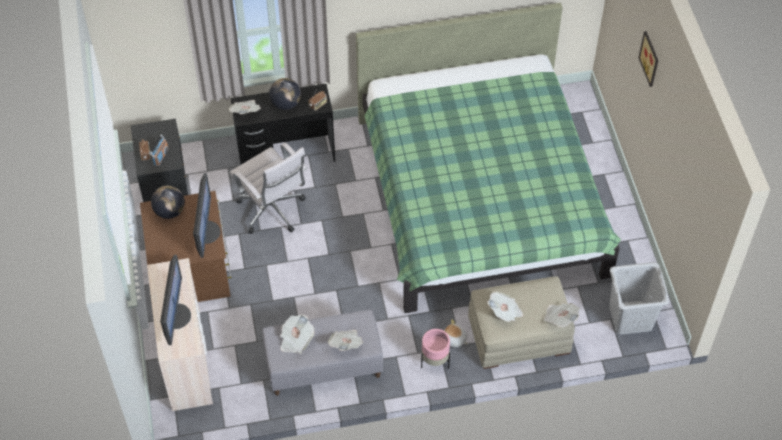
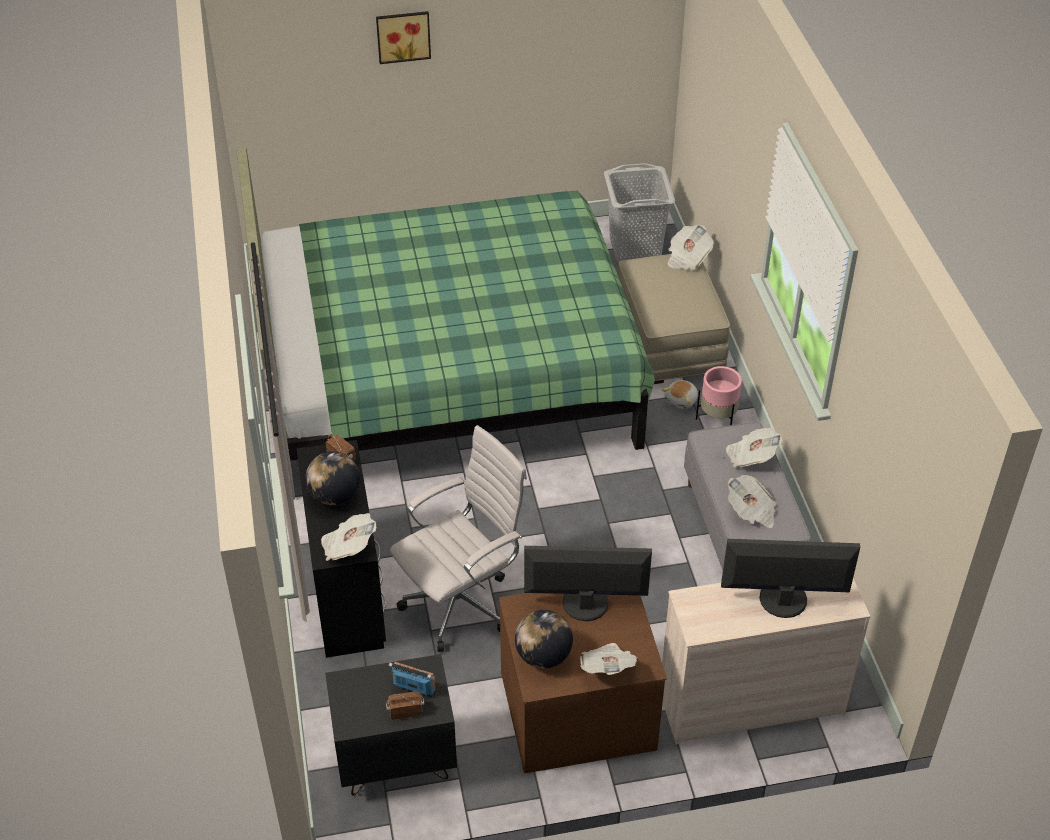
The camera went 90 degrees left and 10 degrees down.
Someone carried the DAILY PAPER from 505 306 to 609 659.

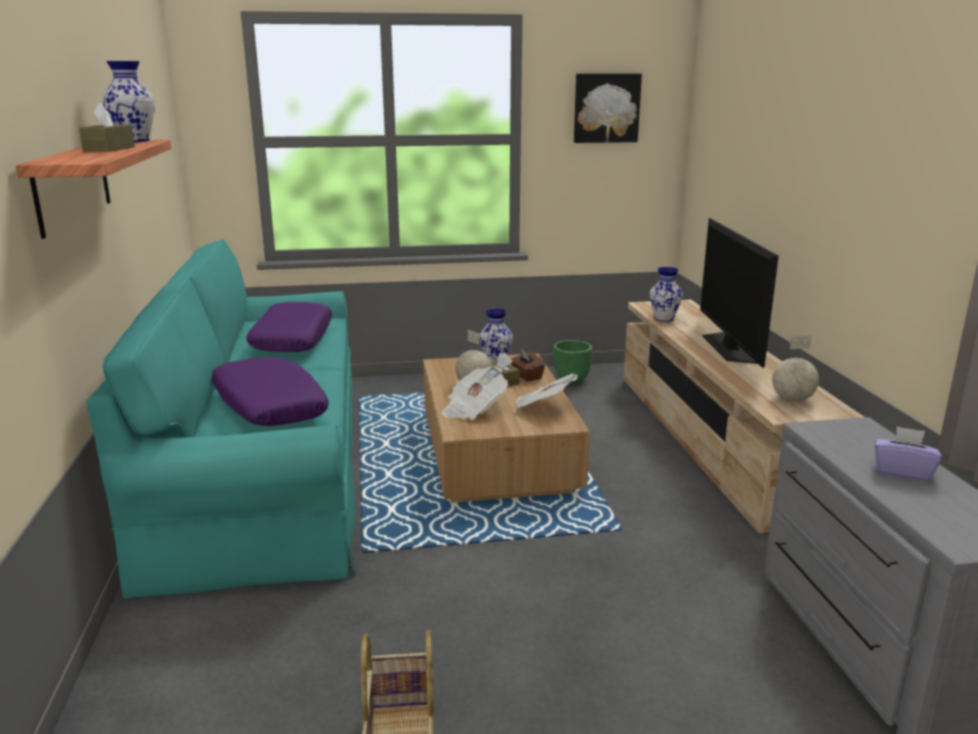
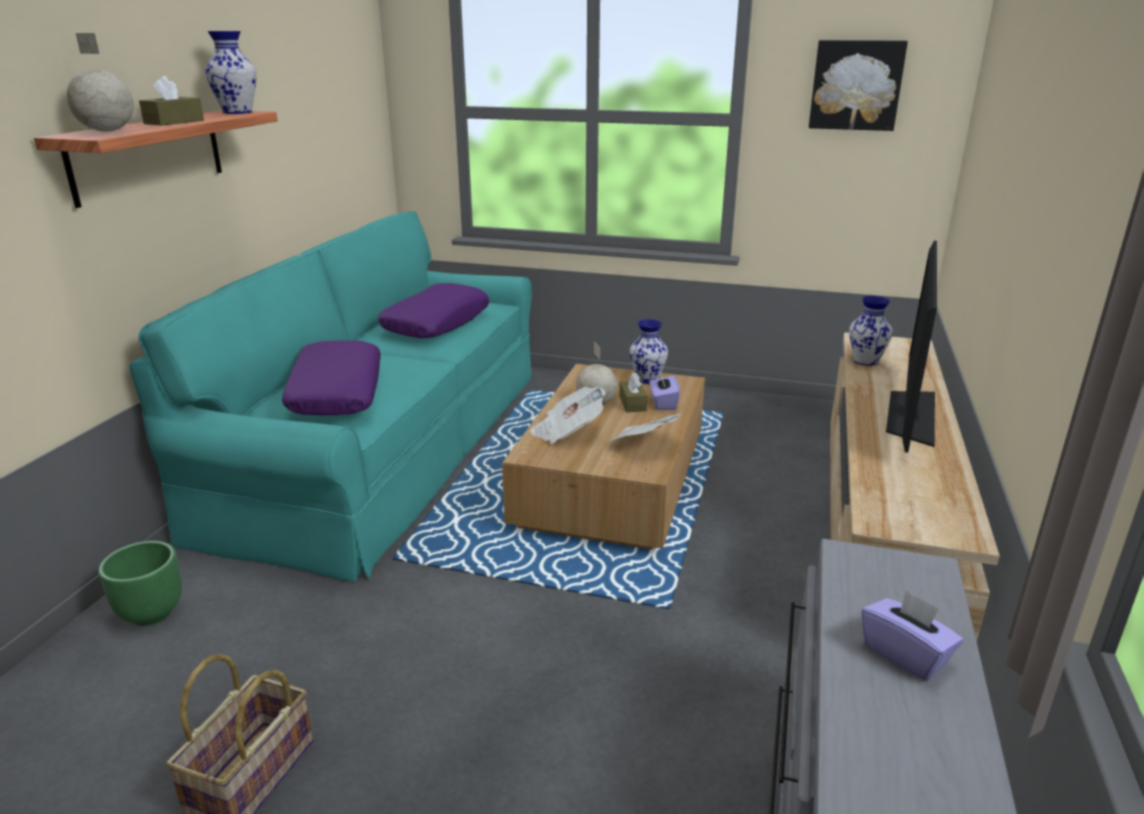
The camera went 25 degrees right and 5 degrees up.
Someone carried the WORLD GLOBE from 795 369 to 100 82.
Someone carried the GREEN-COLOURED FLOWER POT from 572 362 to 140 583.
Someone repainted the BROWNISH TISSUE BOX at 528 365, which became the PURPLE-COLOURED TISSUE BOX at 665 390.

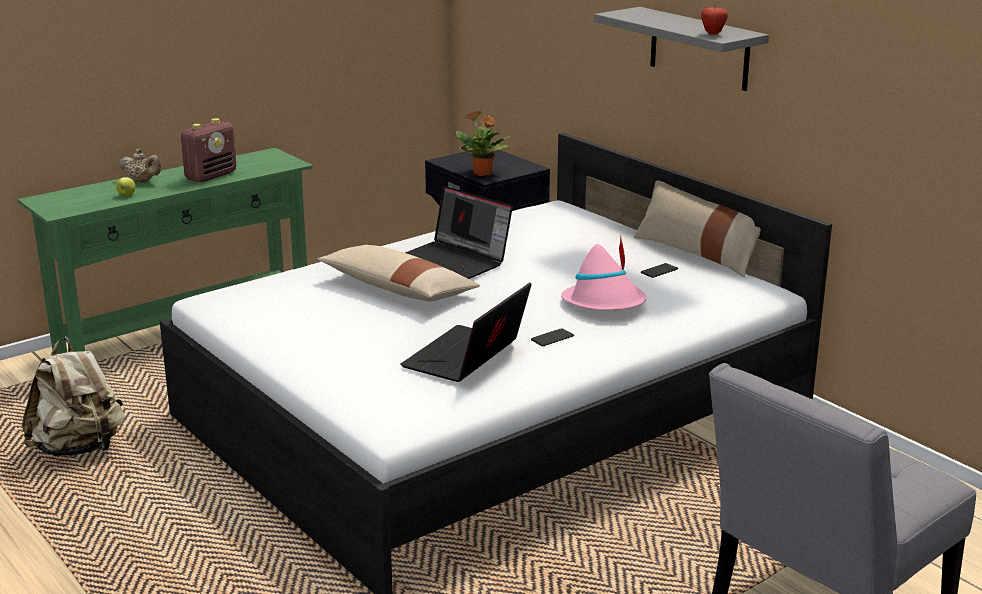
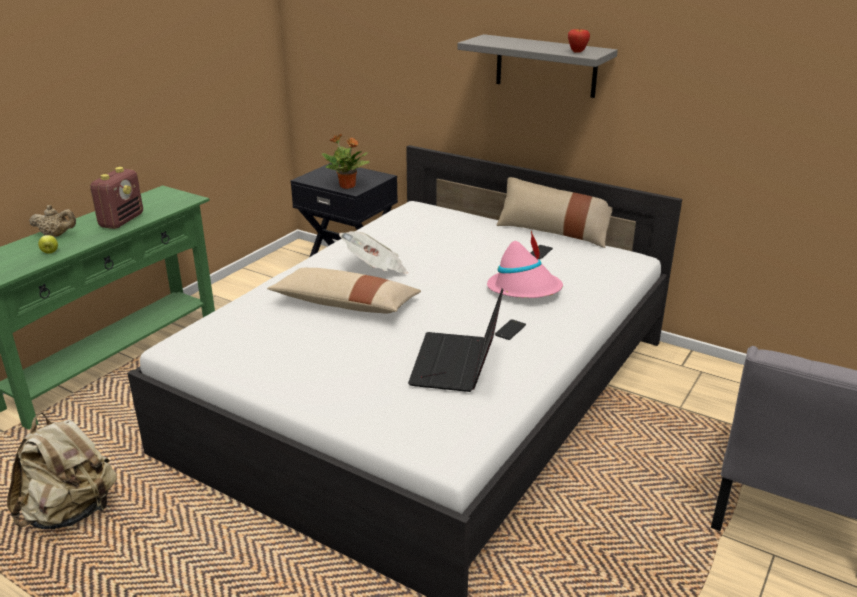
The camera went 20 degrees left and 5 degrees up.
Someone swapped the NOTEBOOK COMPUTER at 459 232 for the DAILY PAPER at 373 252.

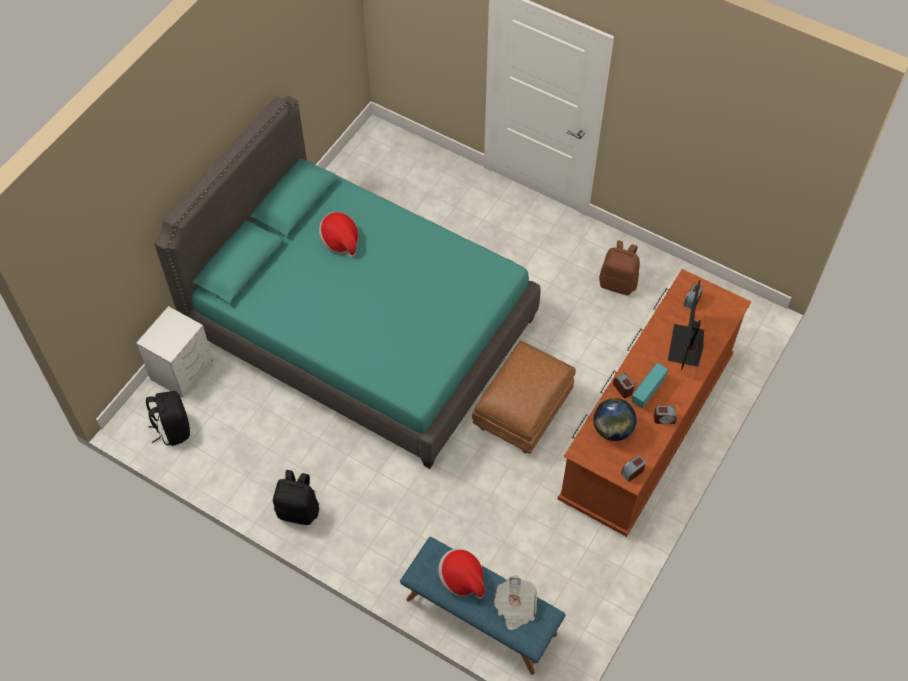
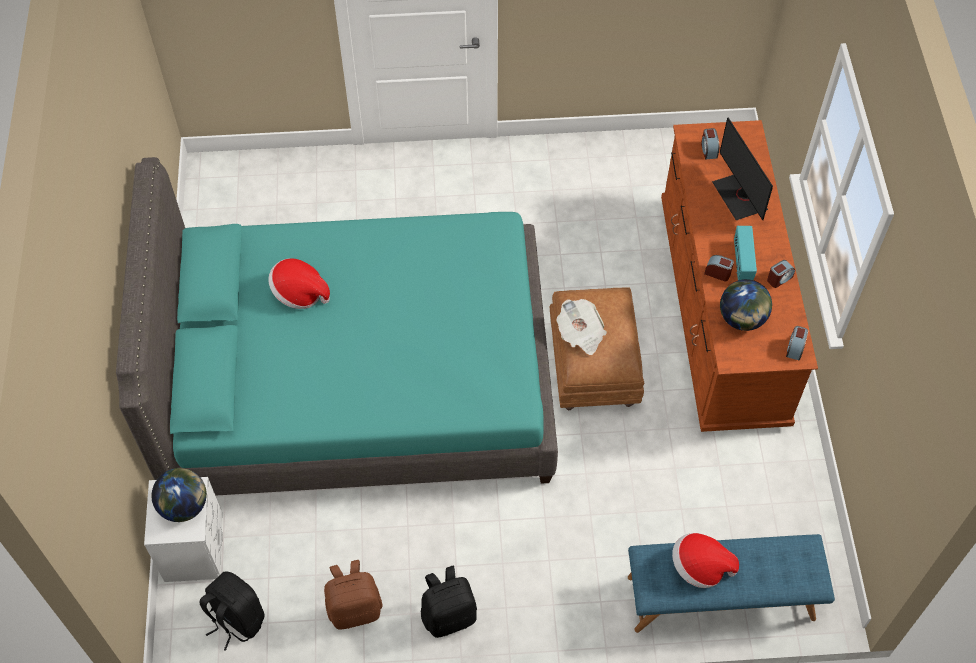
The camera went 35 degrees left and 0 degrees up.
Someone put down the WORLD GLOBE at 179 495.
Someone carried the BROWNISH KNAPSACK from 619 267 to 353 595.
Someone carried the DAILY PAPER from 516 602 to 581 327.

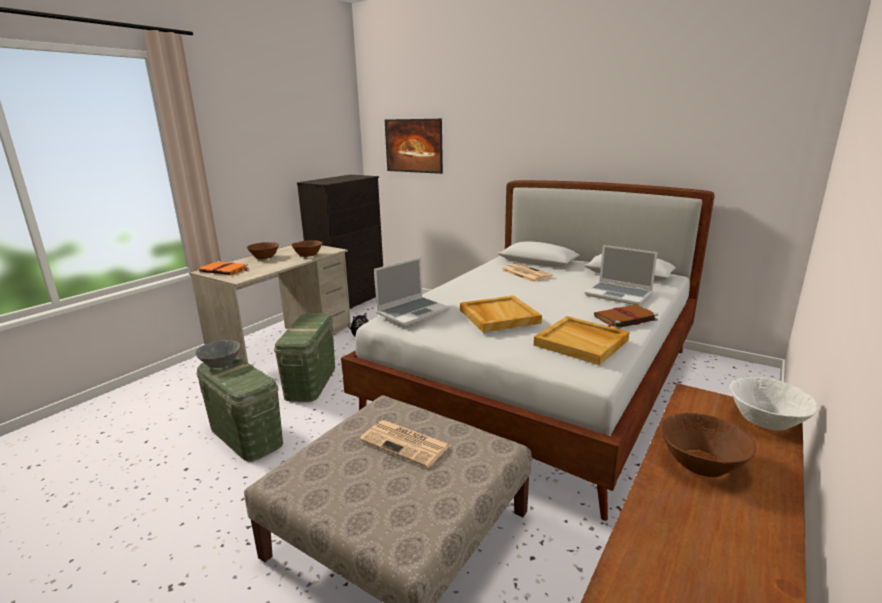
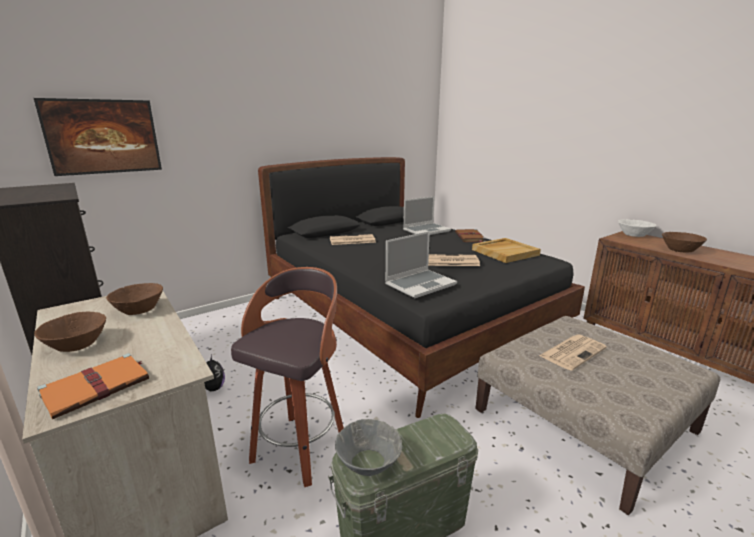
The camera went 70 degrees left and 0 degrees up.
Someone swapped the GREEN-COLOURED STORAGE BIN at 304 357 for the STOOL at 287 377.
Someone repainted the WHITE-COLOURED SLEEPING BED at 528 350, which became the BLACKISH SLEEPING BED at 421 287.
Someone rotated the NOTEBOOK COMPUTER at 412 291 by 75 degrees clockwise.
Someone swapped the BEIGE SERVING TRAY at 501 314 for the DAILY PAPER at 454 260.

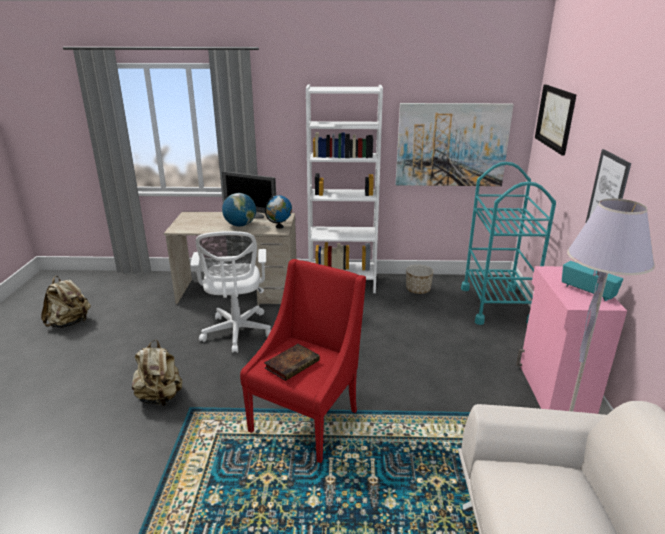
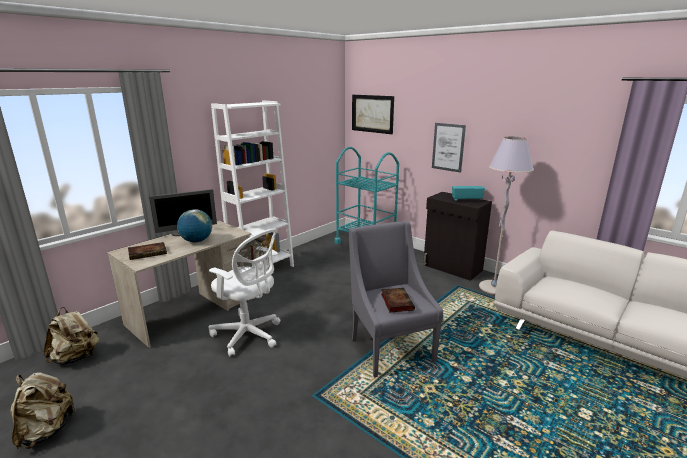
The camera went 50 degrees left and 5 degrees down.
Someone carried the BEIGE KNAPSACK from 157 373 to 71 336.
Someone put down the BOOK at 147 251.
Someone repainted the REDDISH LOUNGE CHAIR at 303 361, which became the GREY LOUNGE CHAIR at 396 299.
Someone repainted the PINK-COLOURED CUPBOARD at 571 340, which became the BLACKISH CUPBOARD at 457 236.
Someone took away the WORLD GLOBE at 278 212.
Someone took away the WALL ART at 455 144.
Someone took away the FLOWER POT at 419 279.

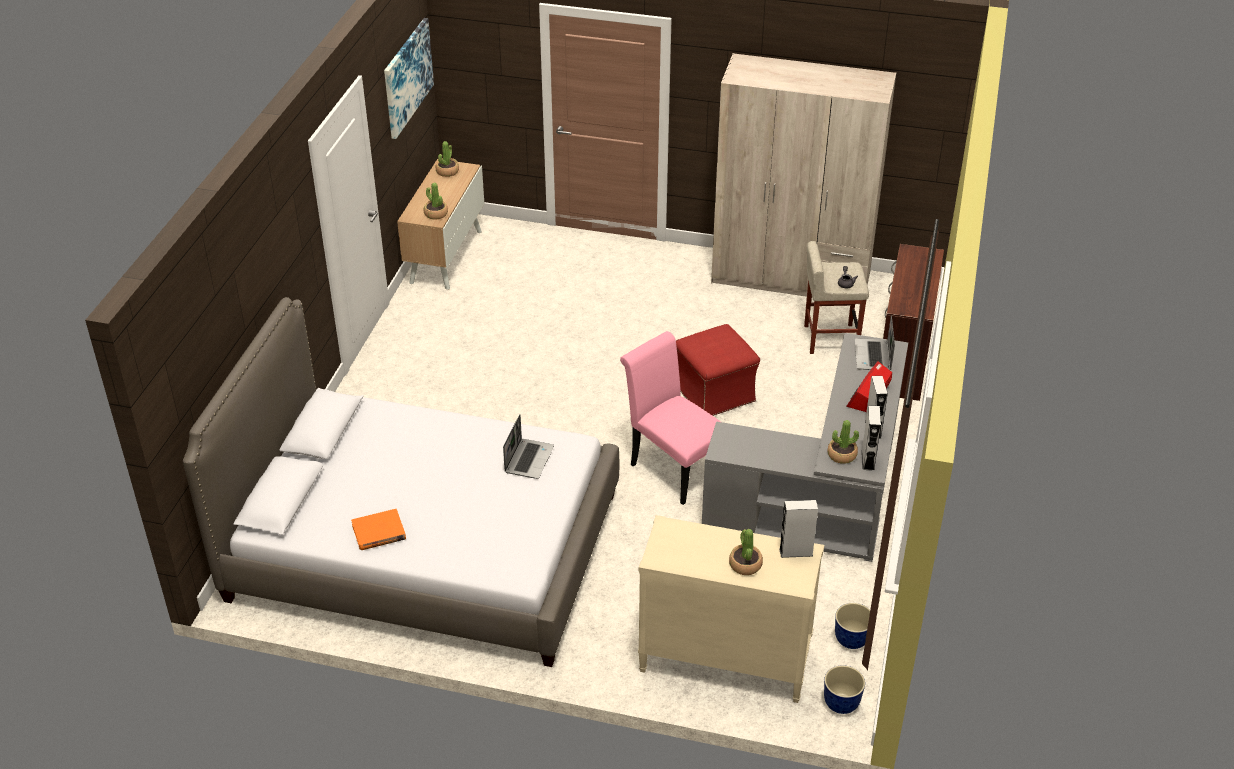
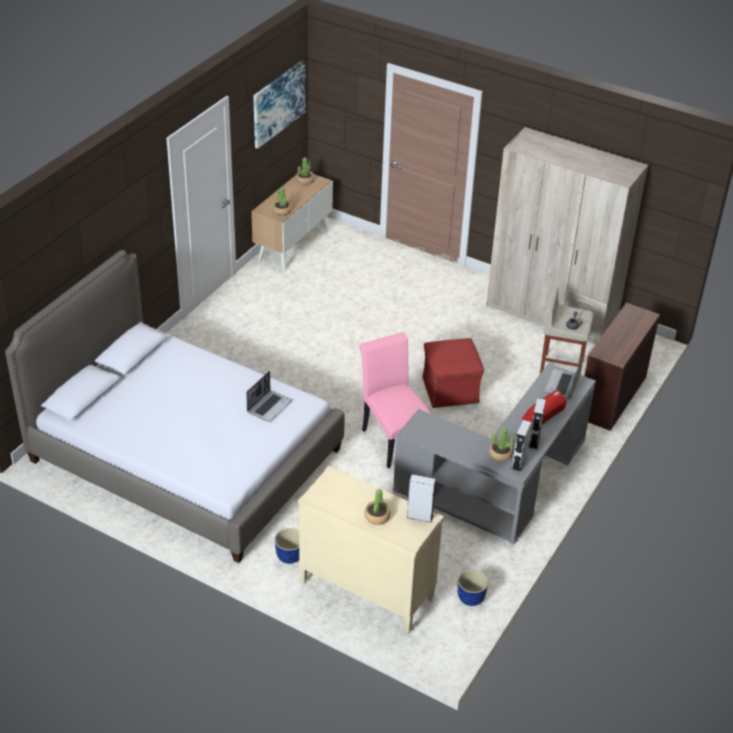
The camera went 15 degrees right and 0 degrees up.
Someone carried the FLOWER POT from 844 689 to 287 546.
Someone took away the ORANGE BOOK at 378 529.

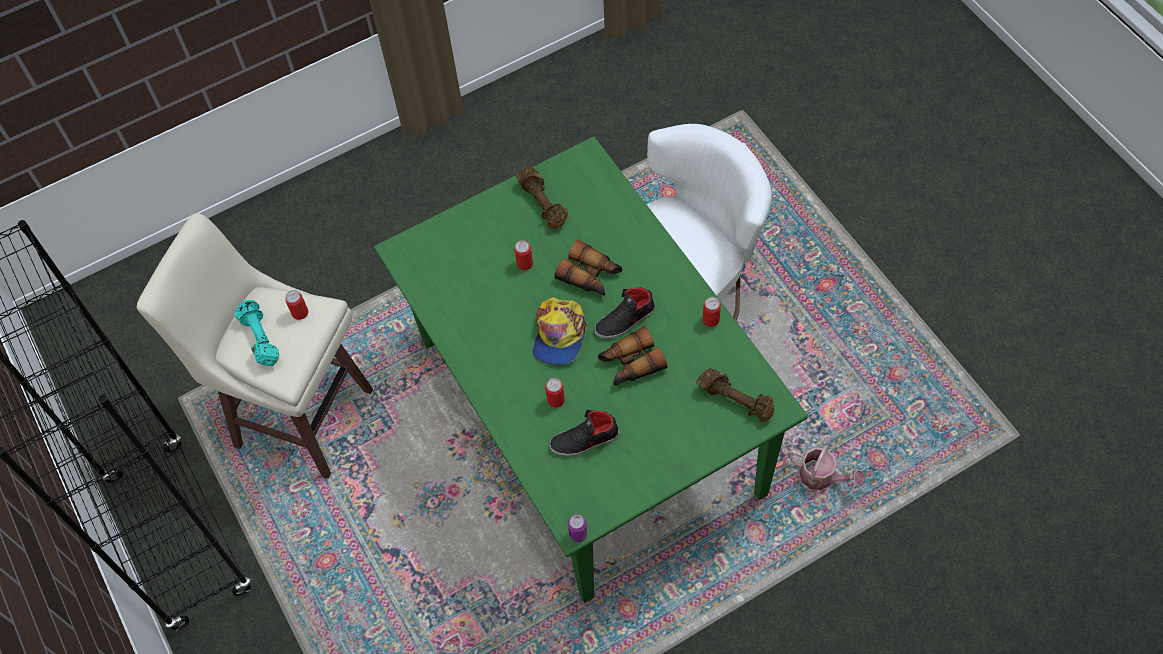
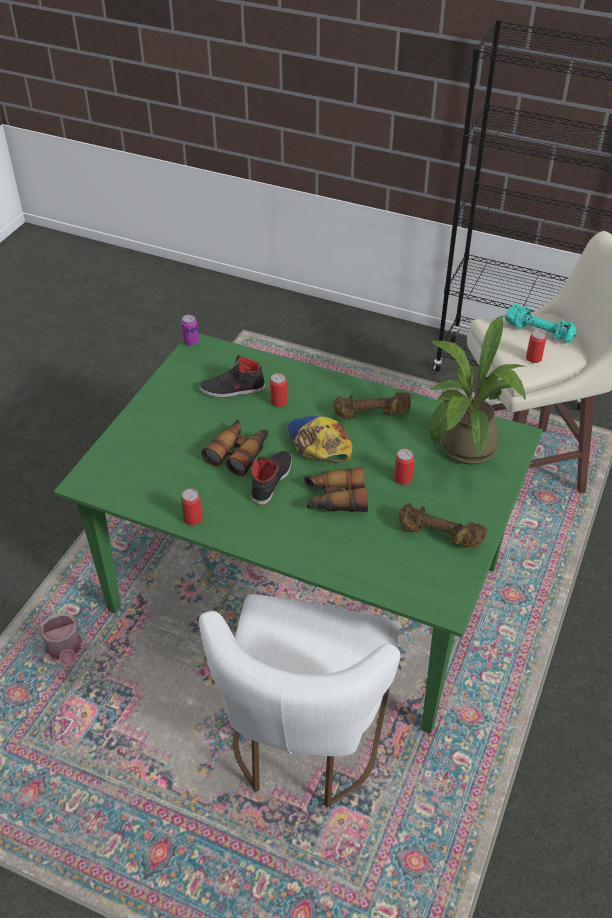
The camera went 140 degrees right and 15 degrees down.
Someone rotated the WATERING POT at 826 467 by 105 degrees counterclockwise.
Someone rotated the BLACKISH ITEM OF FOOTWEAR at 584 433 by 135 degrees counterclockwise.
Someone carried the BROWNISH DUMBBELL from 735 395 to 372 405.
Someone put down the PLANT IN A POT at 477 390.

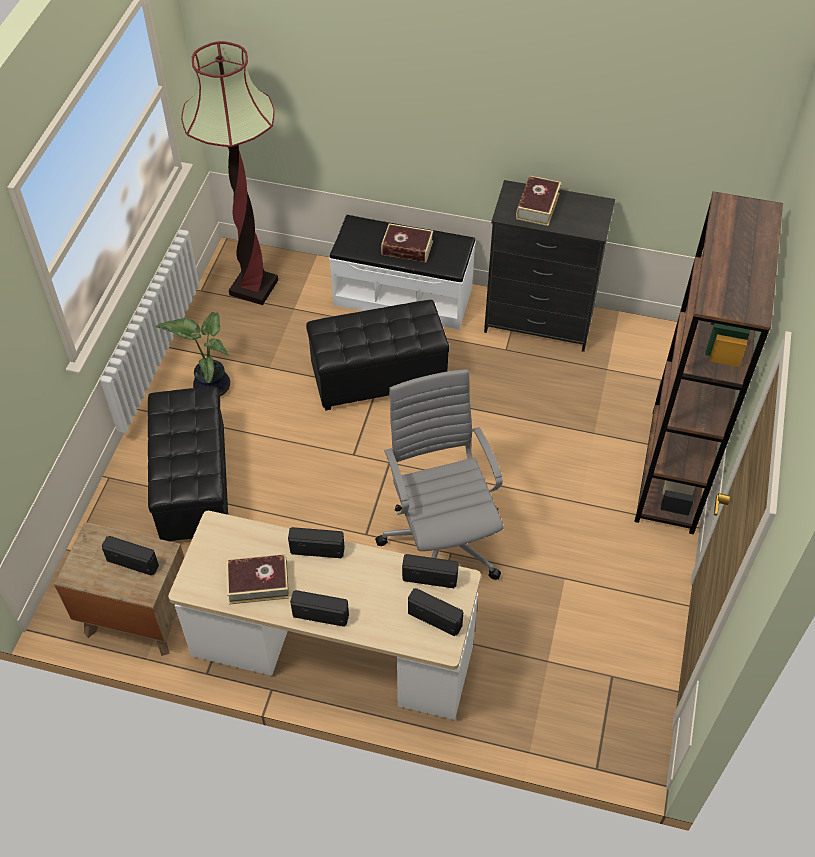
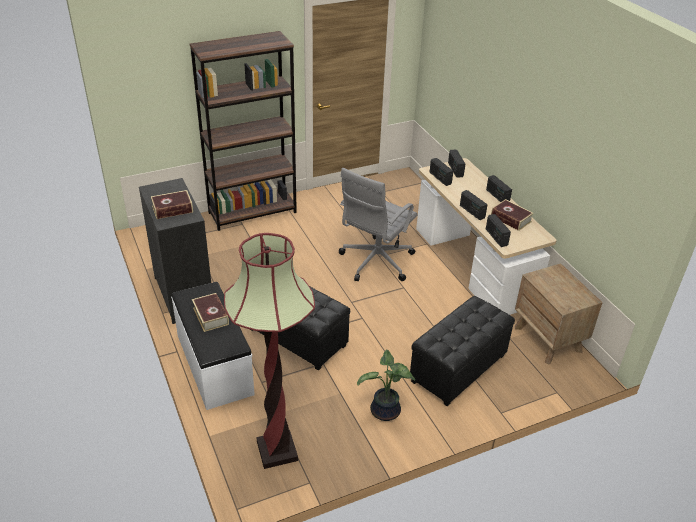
The camera went 130 degrees left and 15 degrees down.
Someone carried the RADIO from 130 556 to 498 230.

